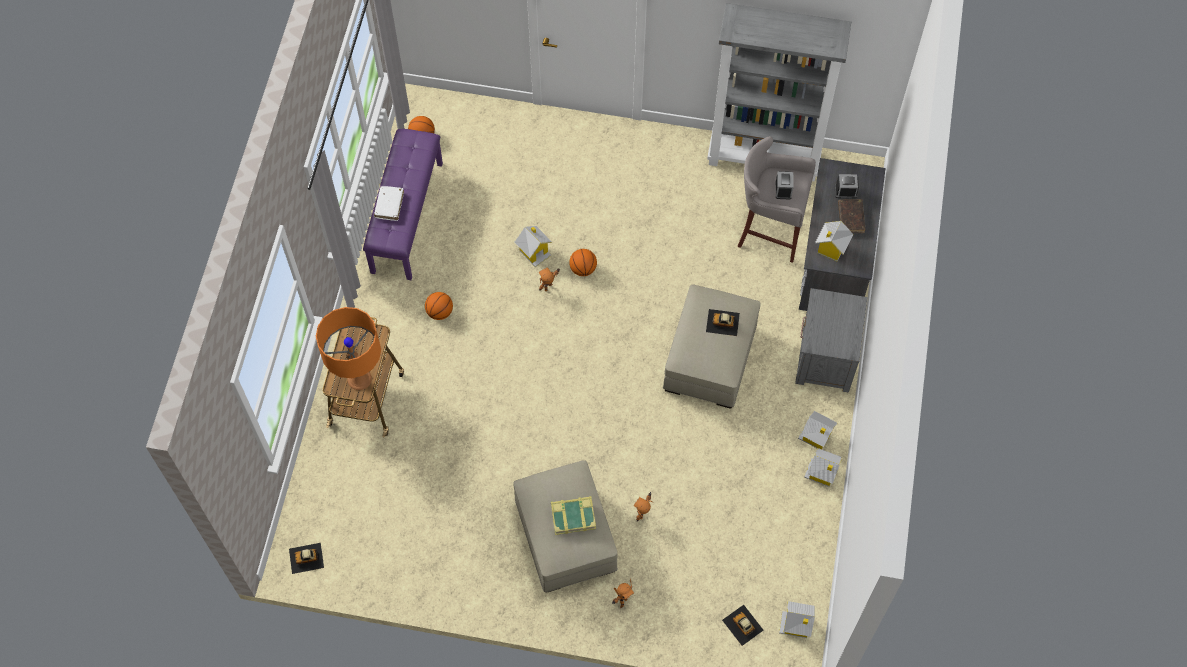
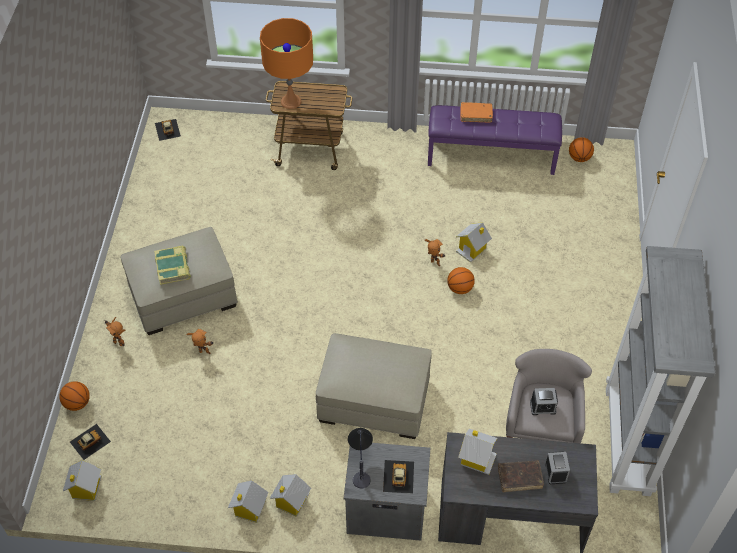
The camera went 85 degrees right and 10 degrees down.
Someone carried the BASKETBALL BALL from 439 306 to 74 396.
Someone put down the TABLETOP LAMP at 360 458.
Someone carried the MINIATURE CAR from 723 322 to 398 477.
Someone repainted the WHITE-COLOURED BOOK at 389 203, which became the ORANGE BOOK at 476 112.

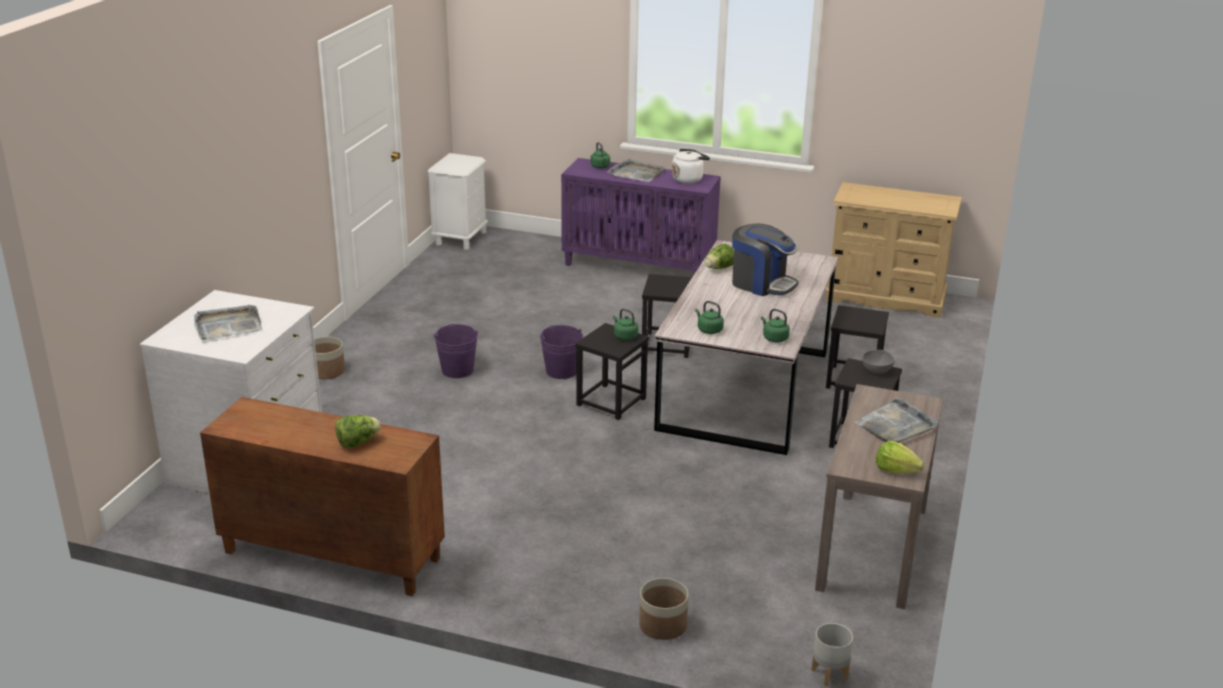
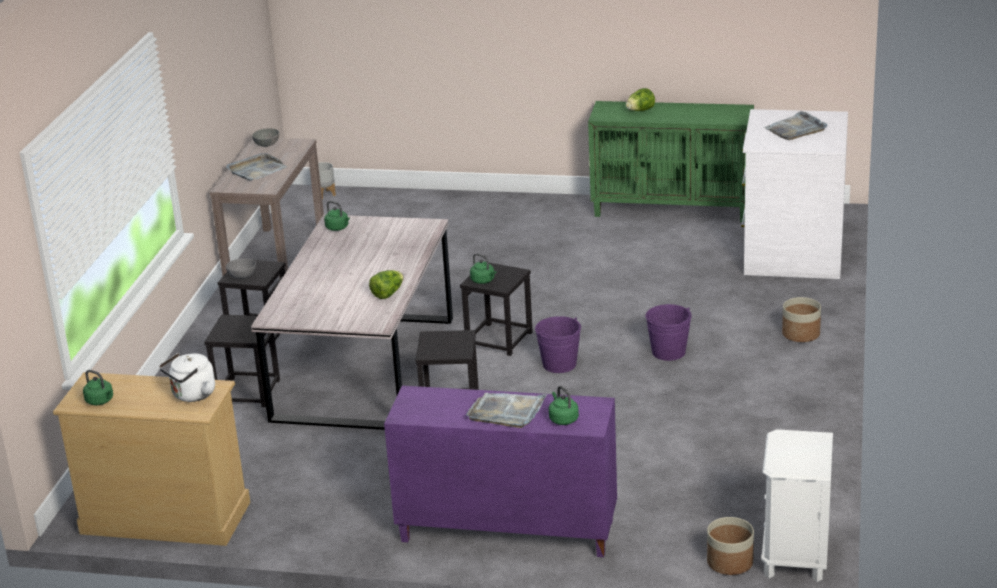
The camera went 175 degrees right and 0 degrees up.
Someone carried the GREEN-COLOURED KETTLE from 709 317 to 98 387.
Someone carried the WHITE-COLOURED KETTLE from 691 166 to 187 377.
Someone swapped the LETTUCE HEAD at 900 457 for the GREY BOWL at 265 137.
Someone repainted the BROWNISH CUPBOARD at 322 496, which became the GREEN-COLOURED CUPBOARD at 671 161.
Someone carried the FLOWER POT from 664 609 to 730 546.
Someone took away the COFFEE MAKER at 765 260.

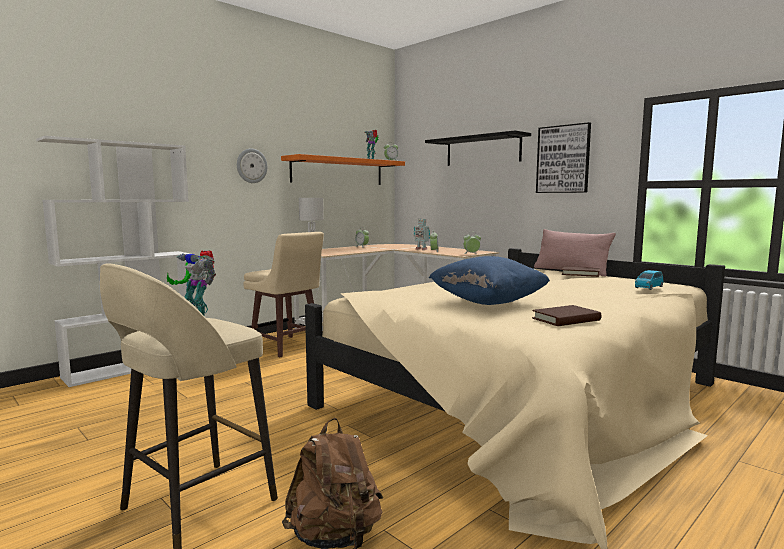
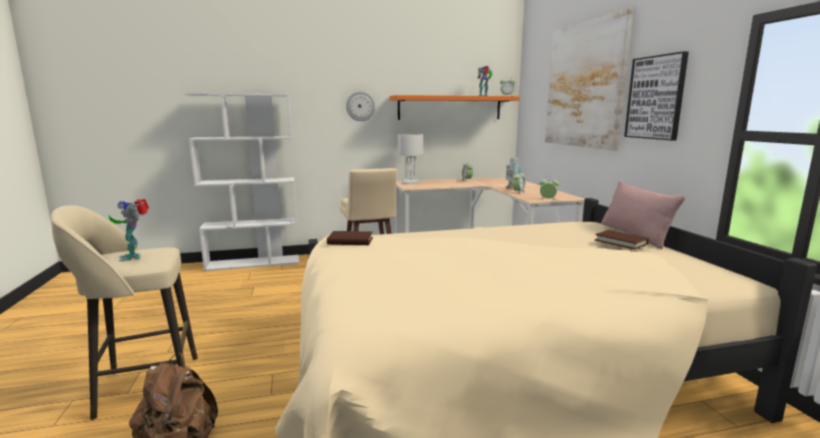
The camera went 30 degrees right and 5 degrees up.
Someone carried the BROWNISH BOOK from 566 315 to 350 238.
Someone swapped the BLACKISH SHELF at 478 148 for the WALL ART at 589 79.
Someone took away the BLUE PILLOW at 489 280.
Someone took away the BLUE MINIATURE CAR at 649 280.

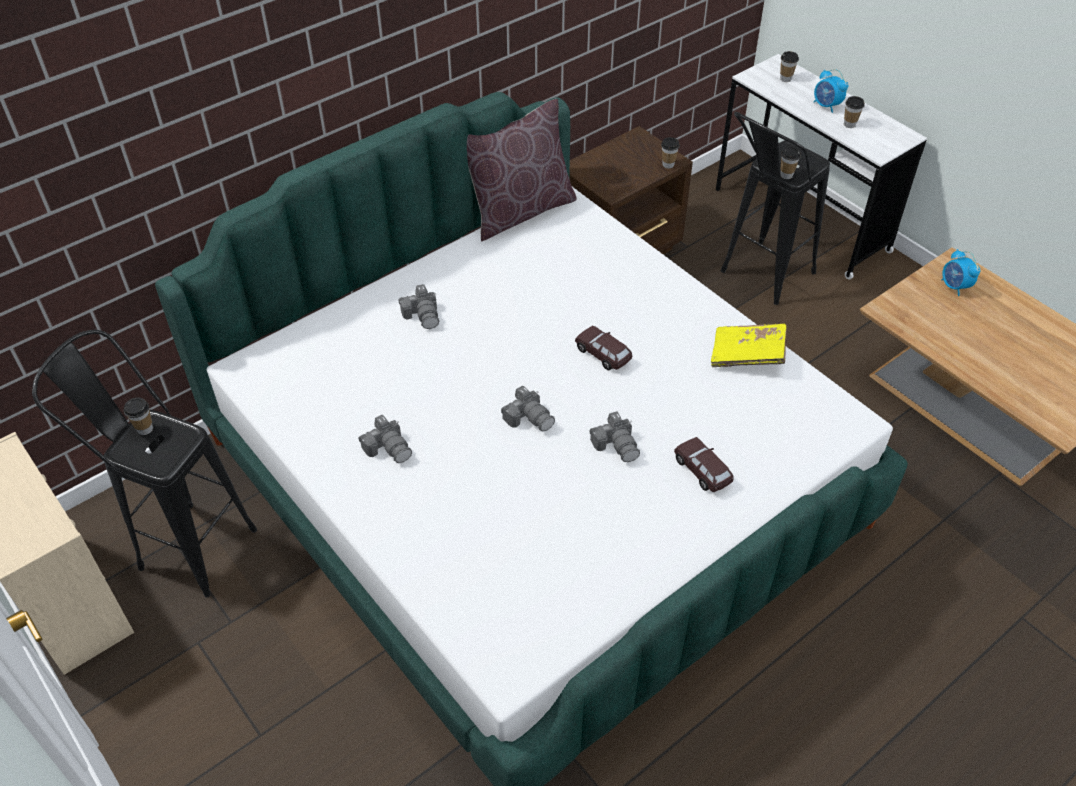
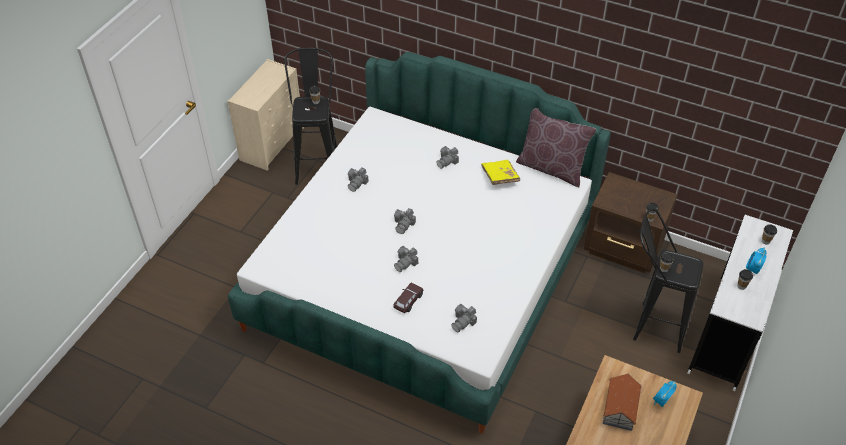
The camera went 65 degrees right and 0 degrees up.
Someone put down the PHOTO CAMERA at 464 318.
Someone carried the YELLOW BOOK from 749 345 to 500 172.
Someone put down the MINIATURE HOUSE at 622 402.
Someone took away the BROWNISH MINIATURE CAR at 603 348.

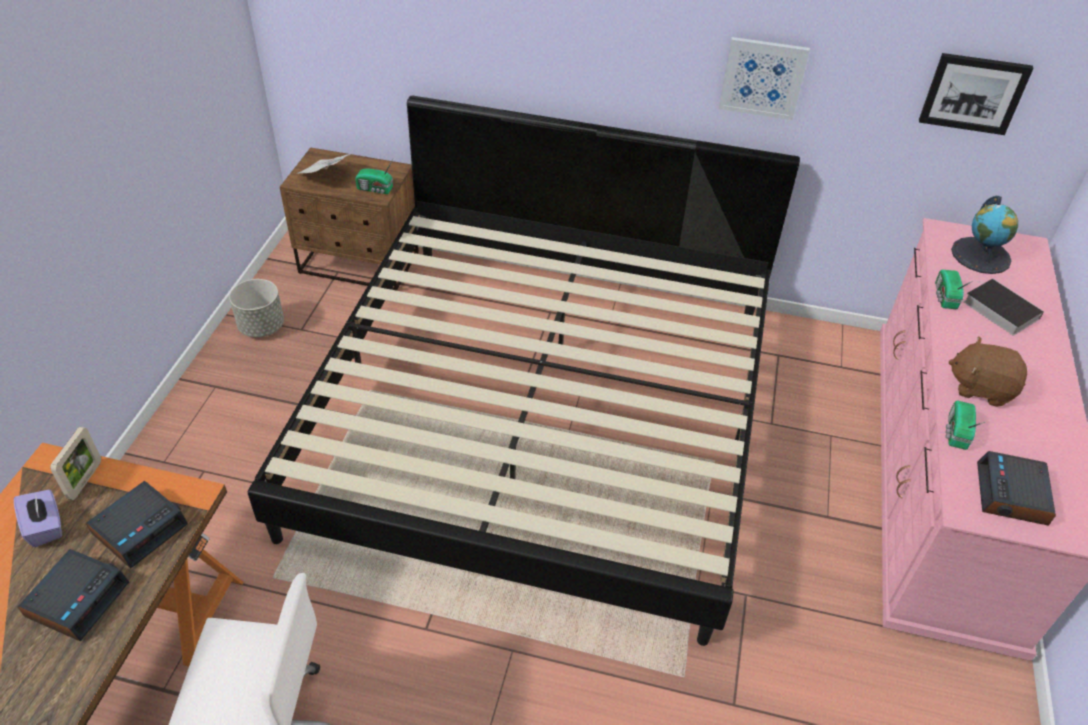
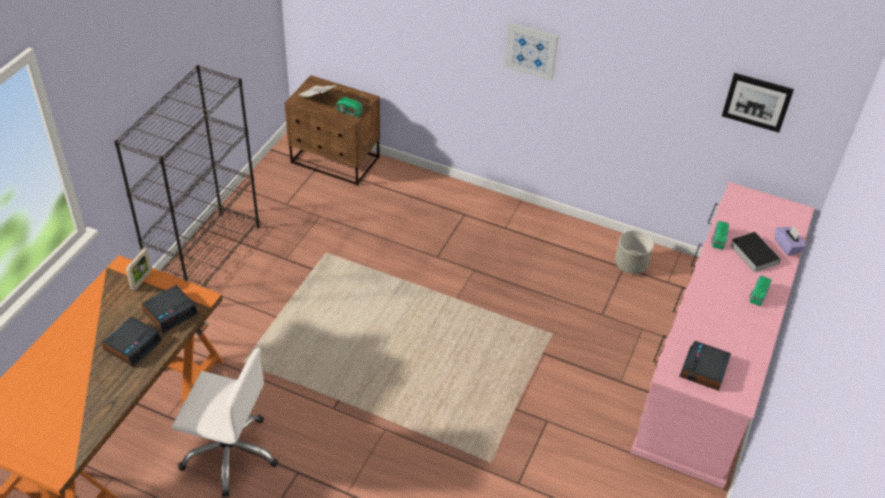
The camera went 10 degrees right and 0 degrees up.
Someone put down the BLACKISH SHELVING UNIT at 187 176.
Someone carried the WALL ART from 764 78 to 531 51.
Someone carried the GREY FLOWER POT from 256 308 to 634 252.
Someone carried the RADIO from 965 425 to 760 291.
Someone carried the PURPLE-COLOURED TISSUE BOX from 38 518 to 790 241.
Someone took away the SLEEPING BED at 524 370.
Someone took away the BROWNISH SOFT TOY at 988 371.
Someone took away the WORLD GLOBE at 984 235.

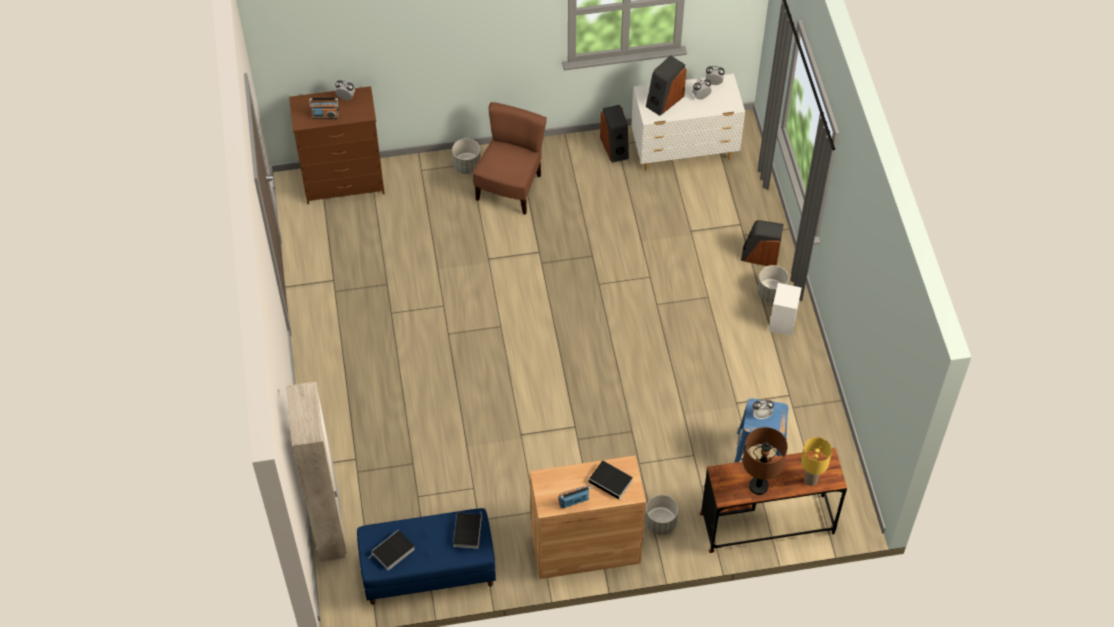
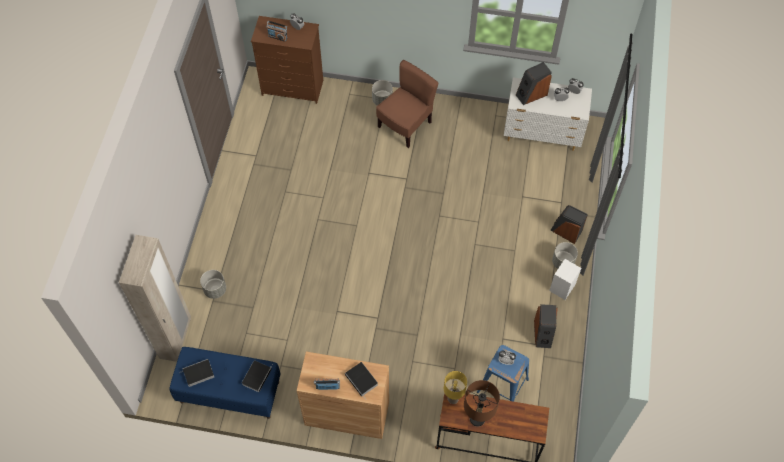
The camera went 20 degrees right and 5 degrees up.
Someone carried the GREY FLOWER POT from 661 515 to 213 284.
Someone carried the YELLOW TABLETOP LAMP from 816 461 to 455 387.
Someone carried the LOUDSPEAKER from 614 134 to 546 326.

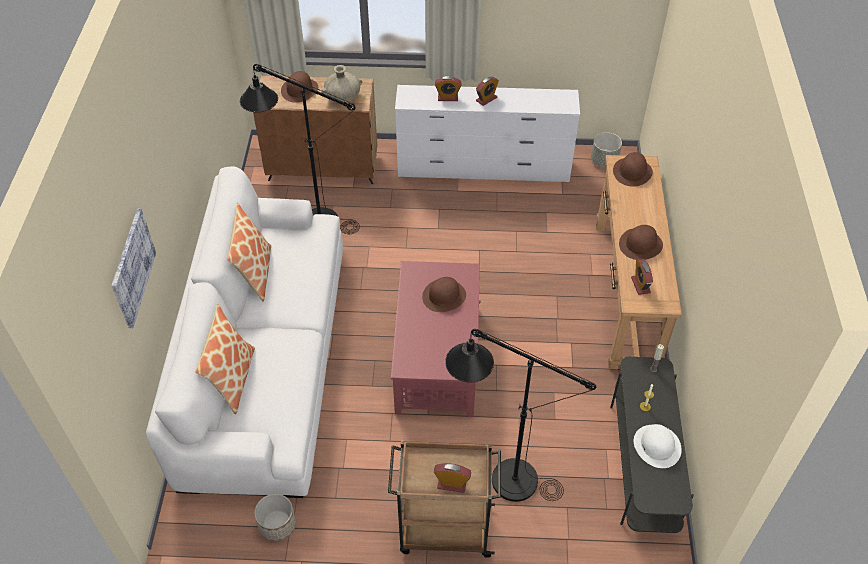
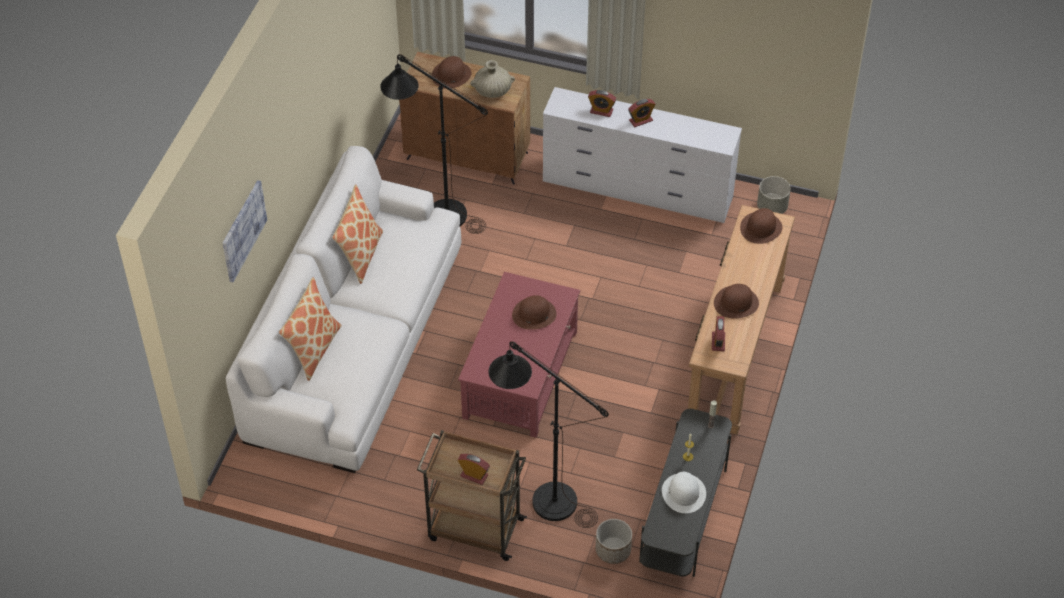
The camera went 15 degrees right and 0 degrees up.
Someone carried the FLOWER POT from 275 517 to 614 541.

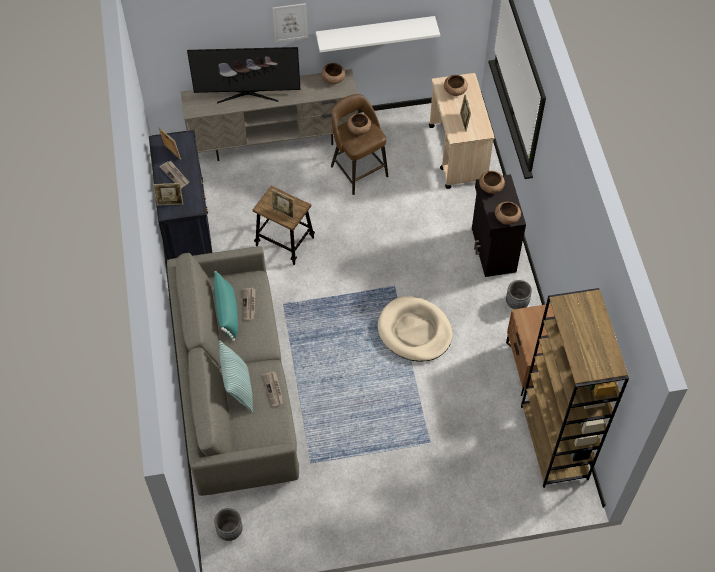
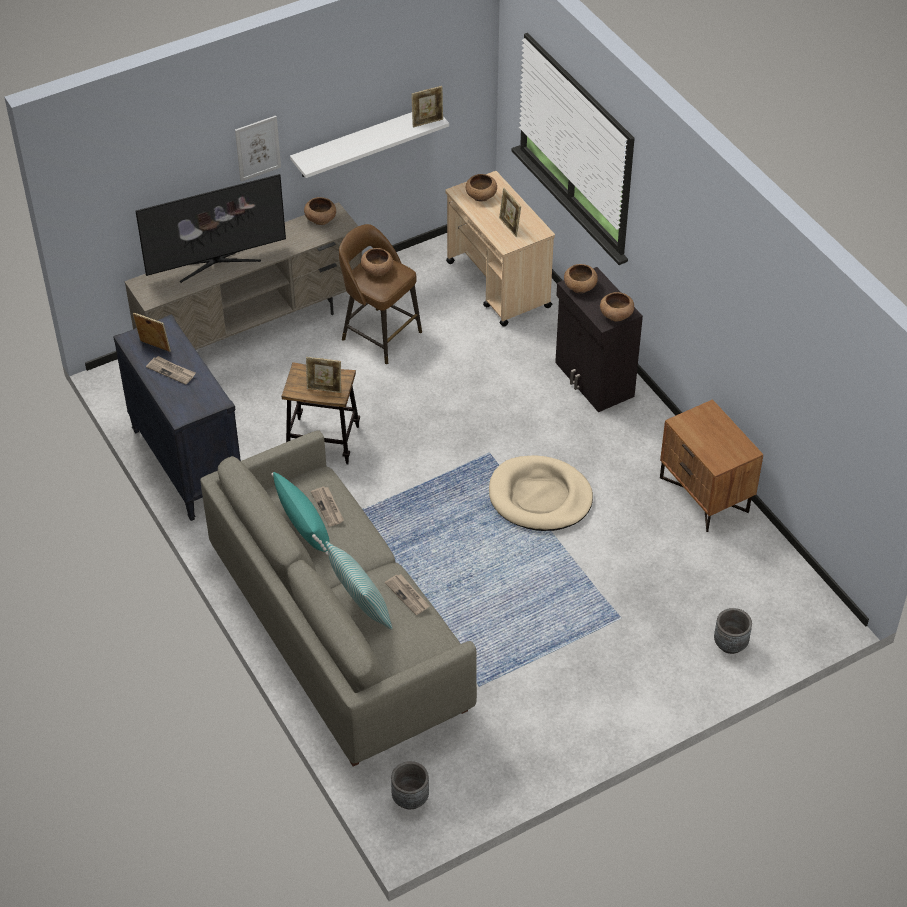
The camera went 20 degrees left and 10 degrees down.
Someone carried the PHOTO FRAME from 168 194 to 427 107.
Someone carried the GREY FLOWER POT from 519 294 to 733 631.
Someone took away the BROWNISH SHELVING UNIT at 575 388.

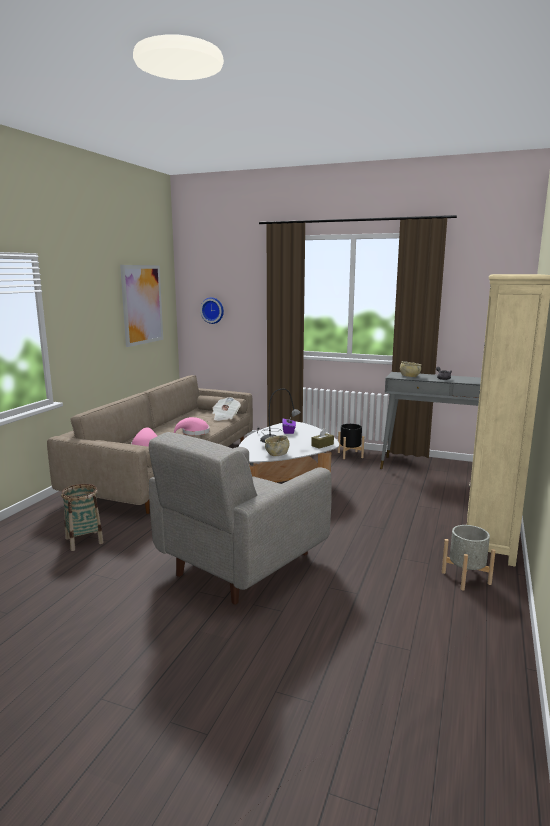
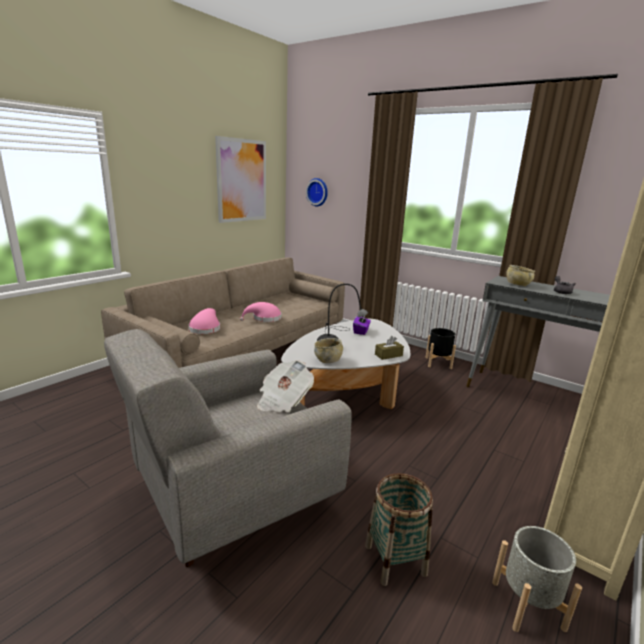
The camera went 15 degrees right and 5 degrees up.
Someone carried the DAILY PAPER from 226 409 to 285 386.
Someone carried the BASKET from 82 517 to 399 529.

